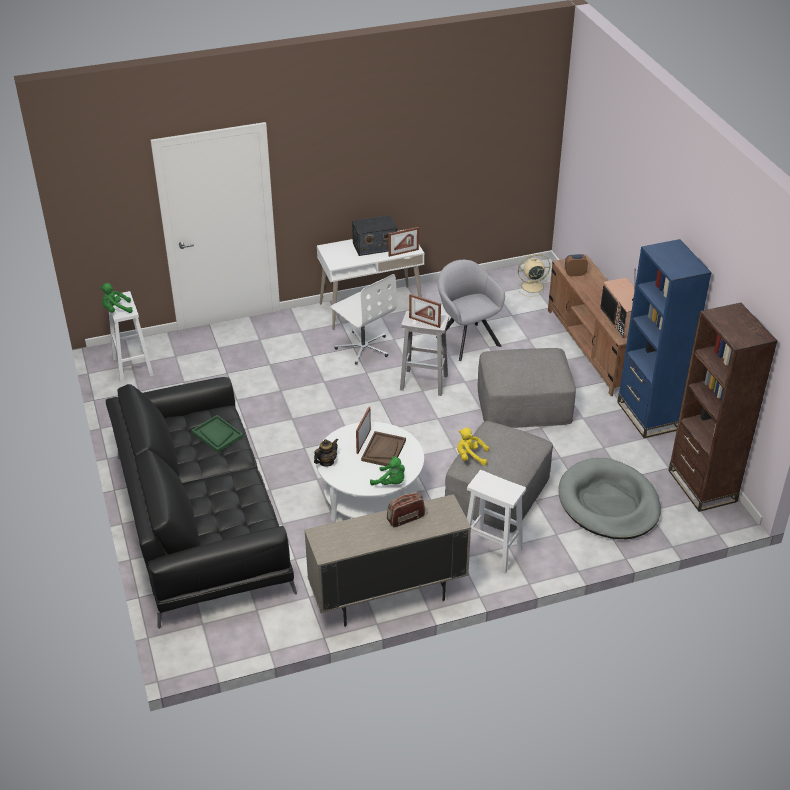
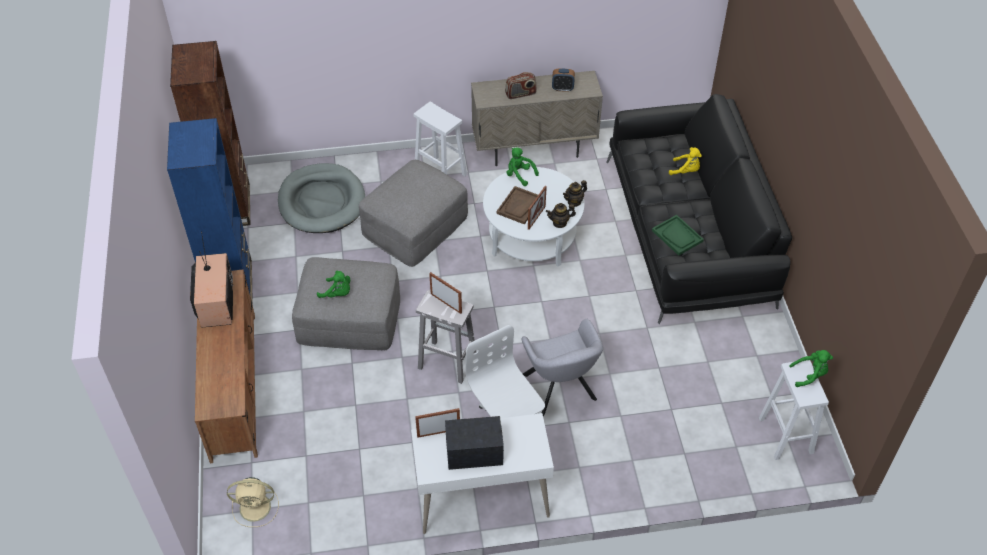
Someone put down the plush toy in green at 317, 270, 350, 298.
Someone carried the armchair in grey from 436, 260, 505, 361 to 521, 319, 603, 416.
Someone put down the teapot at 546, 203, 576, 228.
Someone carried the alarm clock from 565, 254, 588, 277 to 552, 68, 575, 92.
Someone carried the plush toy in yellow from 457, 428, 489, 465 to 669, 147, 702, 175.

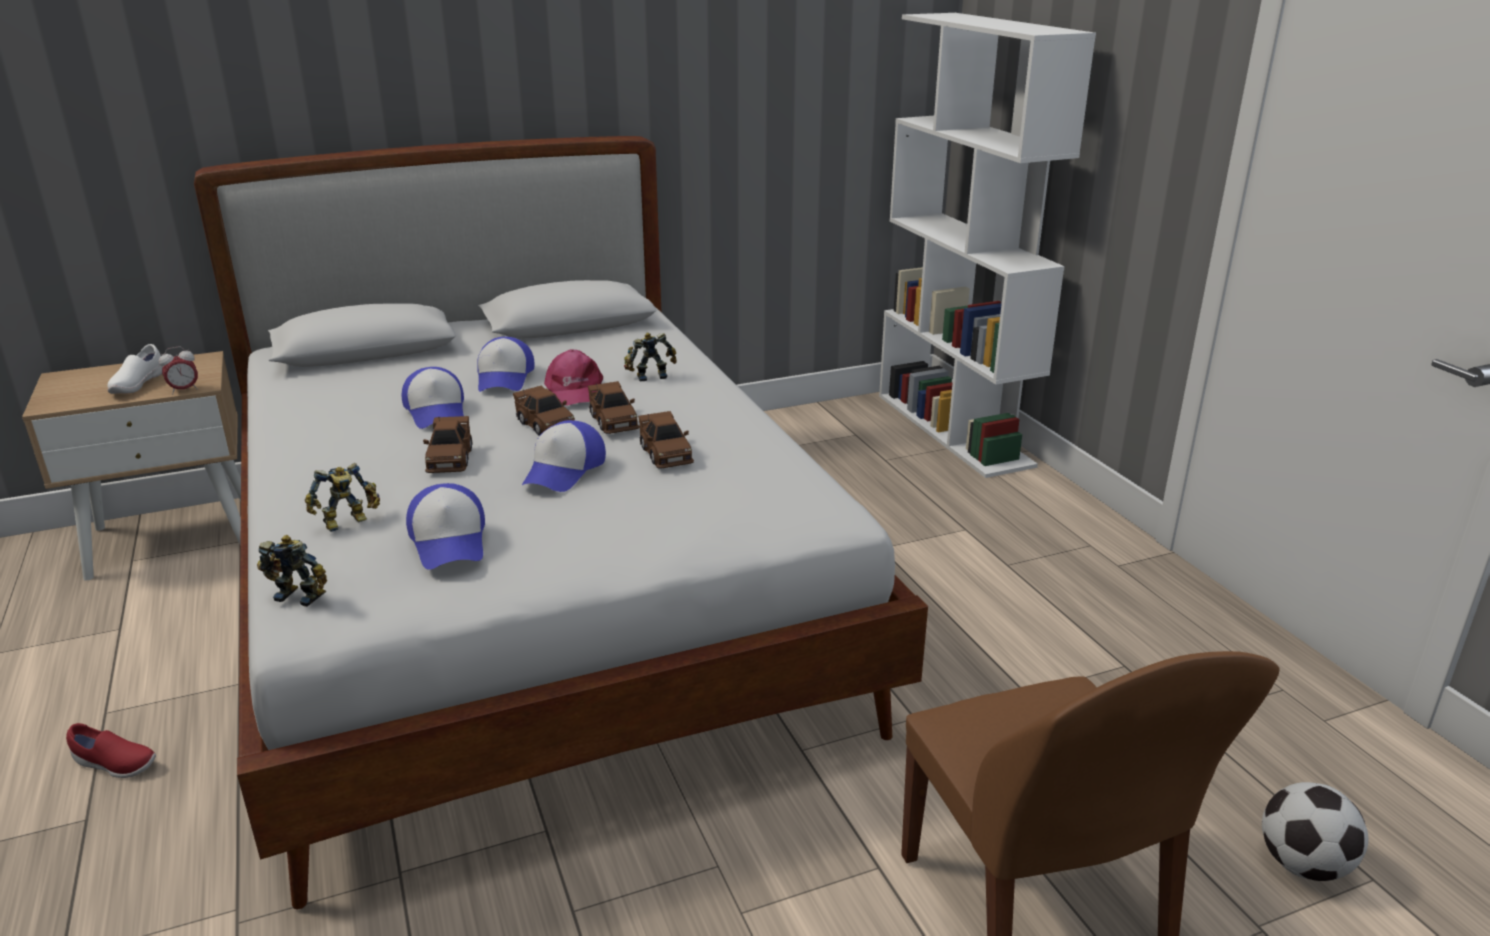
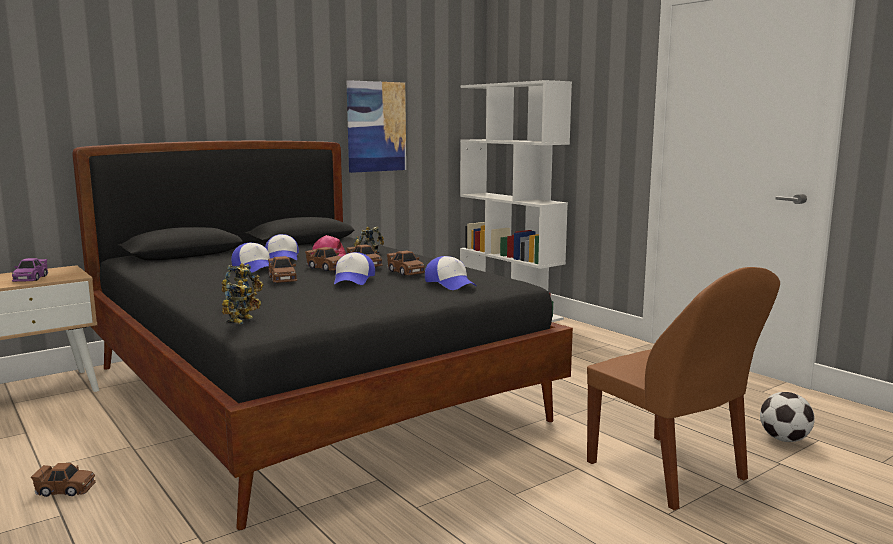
Someone swapped the shoe in white at 107, 344, 163, 394 for the toy car in purple at 12, 258, 48, 282.
Someone swapped the shoe in red at 66, 723, 156, 778 for the toy car in brown at 31, 463, 96, 497.
Someone repainted the bed in white at 194, 136, 928, 910, which became the bed in black at 72, 141, 573, 530.
Someone rotated the toy robot at 257, 535, 327, 607 by 105 degrees clockwise.
Someone put up the picture at 347, 80, 406, 173.
Someone carried the cap from 406, 483, 485, 570 to 425, 256, 477, 290.
Someone took away the alarm clock at 159, 347, 198, 394.

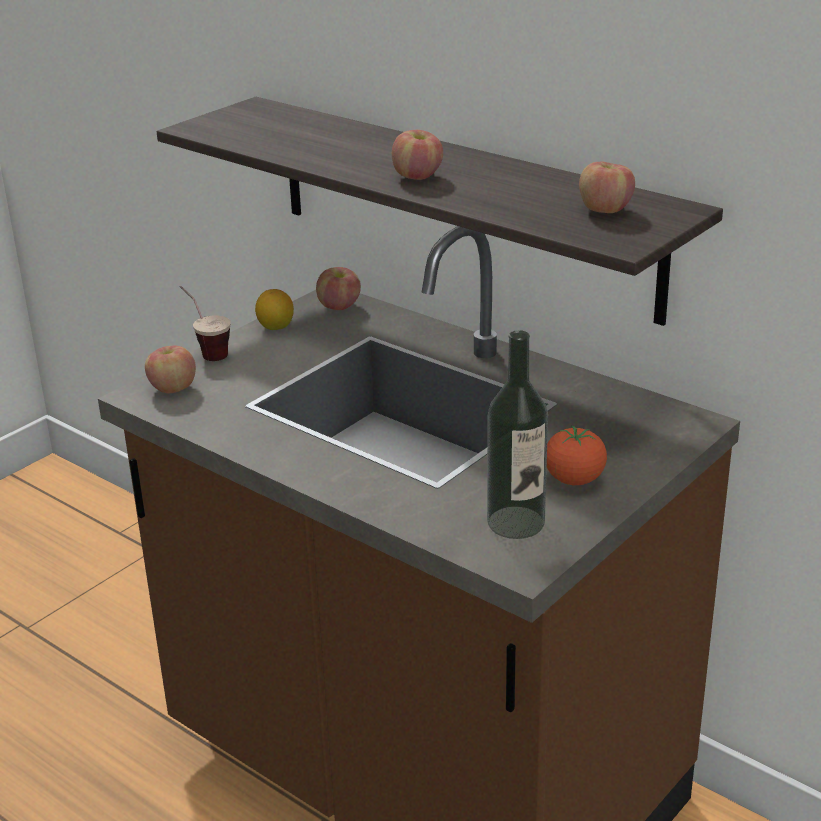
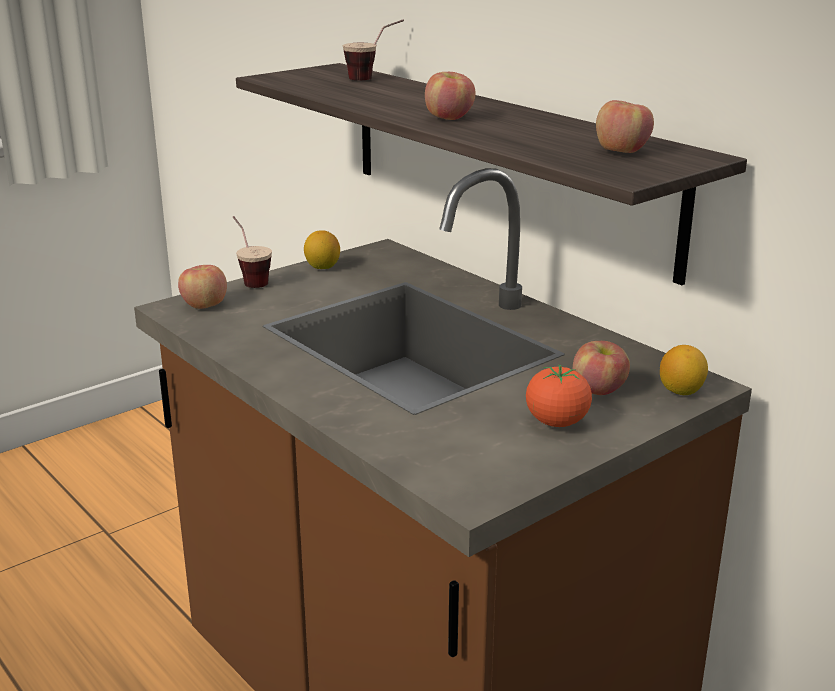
Someone put down the cup at 343, 19, 404, 80.
Someone carried the apple from 316, 267, 361, 310 to 573, 341, 630, 395.
Someone put down the lemon at 660, 345, 708, 395.
Someone took away the bottle at 487, 330, 548, 539.

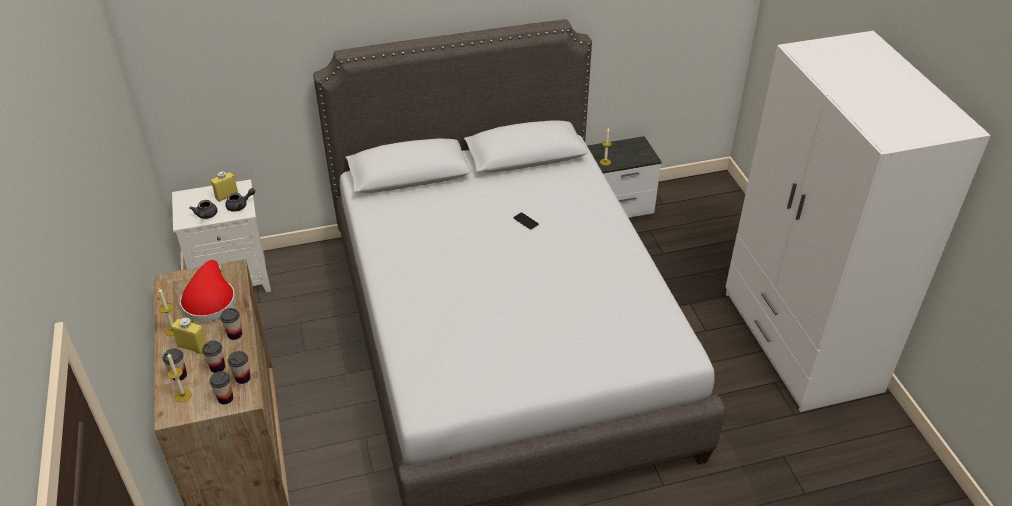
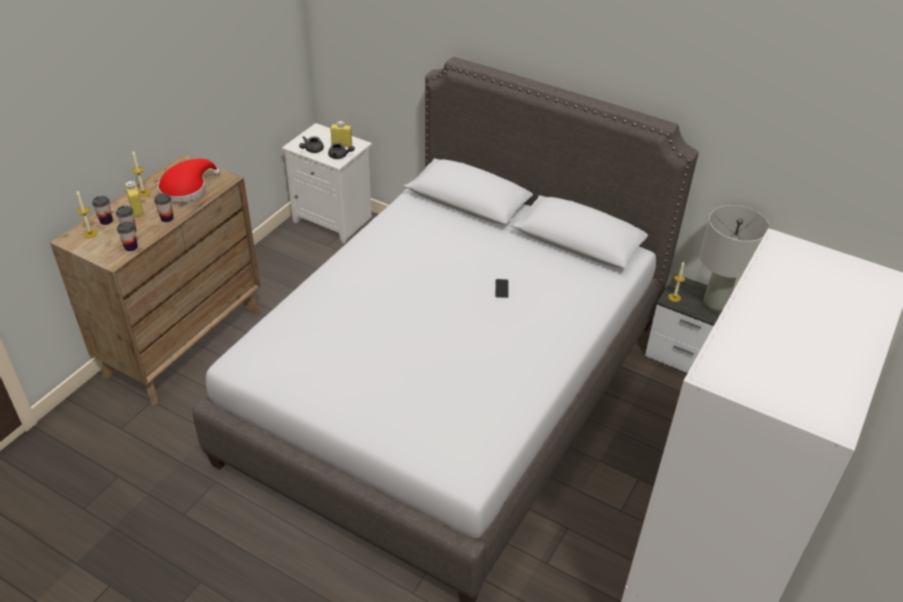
Someone put down the table lamp in grey at 700, 205, 770, 312.
Someone took away the cup at 209, 371, 233, 404.

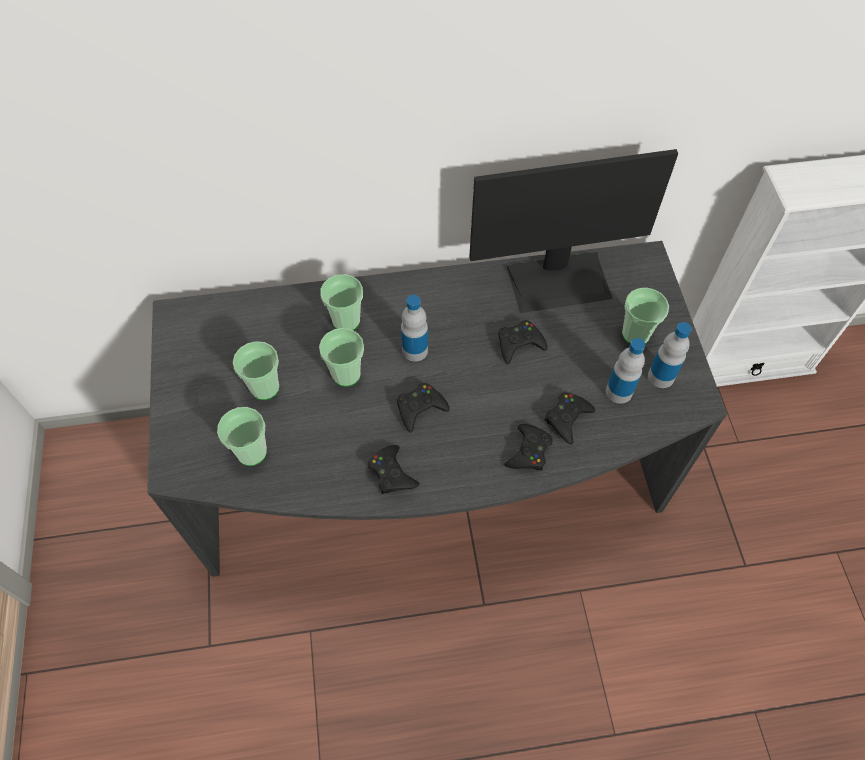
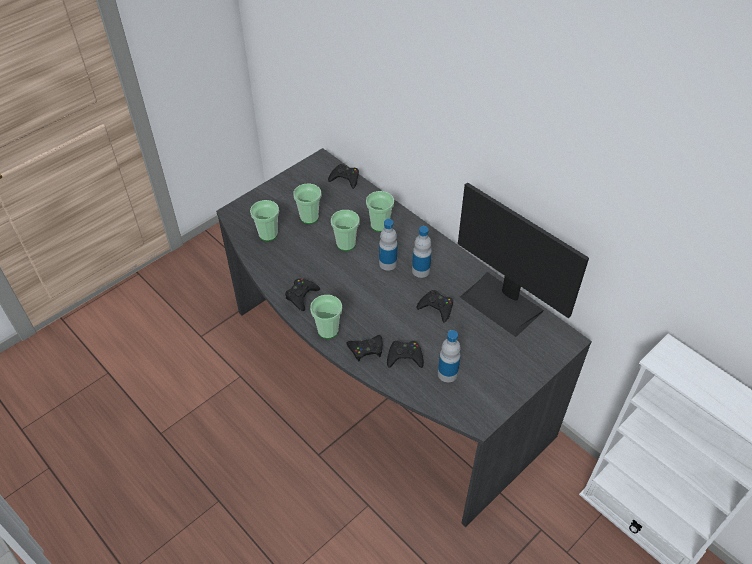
Someone carried the cup from 622, 288, 669, 344 to 310, 295, 342, 339.
Someone carried the game controller in black from 397, 383, 449, 433 to 328, 164, 359, 189.
Someone carried the bottle from 648, 322, 691, 388 to 412, 226, 432, 278.

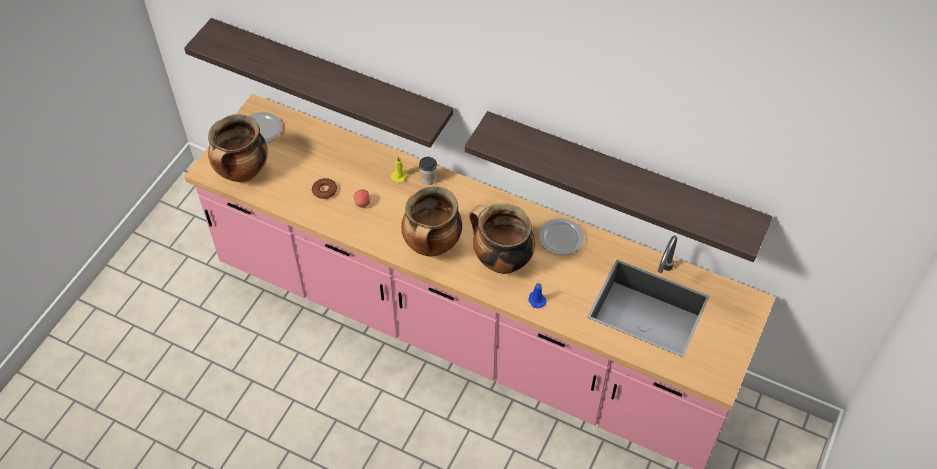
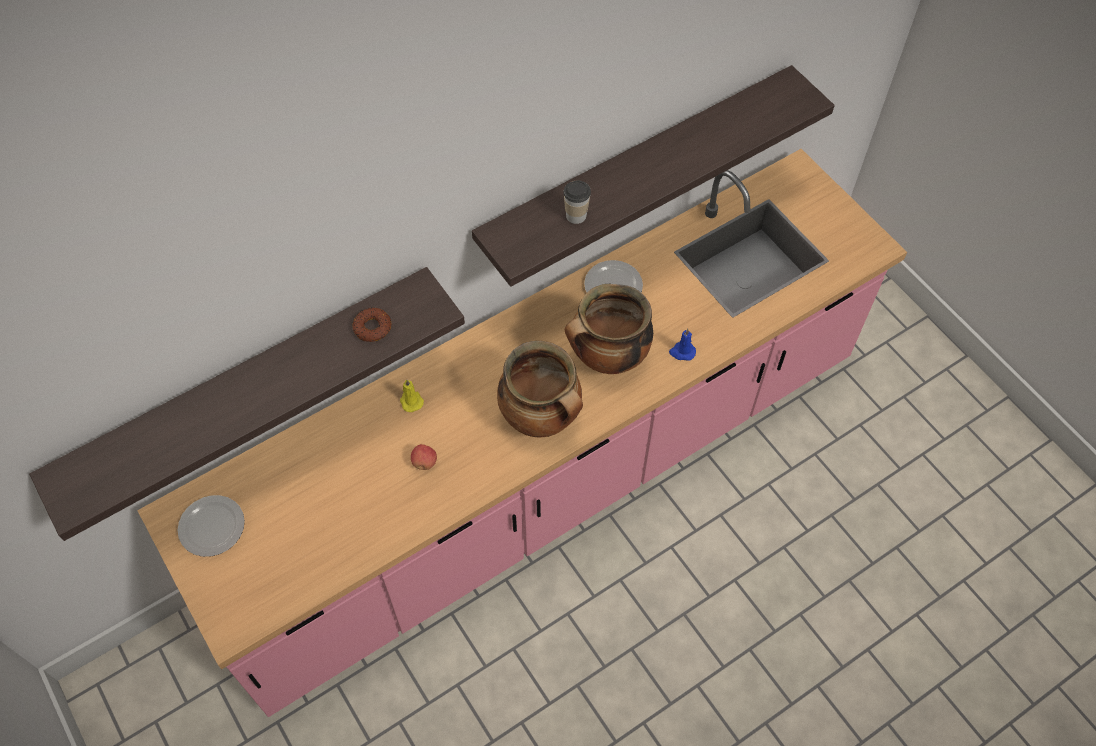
Someone carried the donut from 312, 178, 337, 199 to 353, 307, 392, 342.
Someone carried the cup from 419, 157, 437, 185 to 563, 180, 591, 224.
Someone took away the cooking pot at 208, 114, 268, 182.

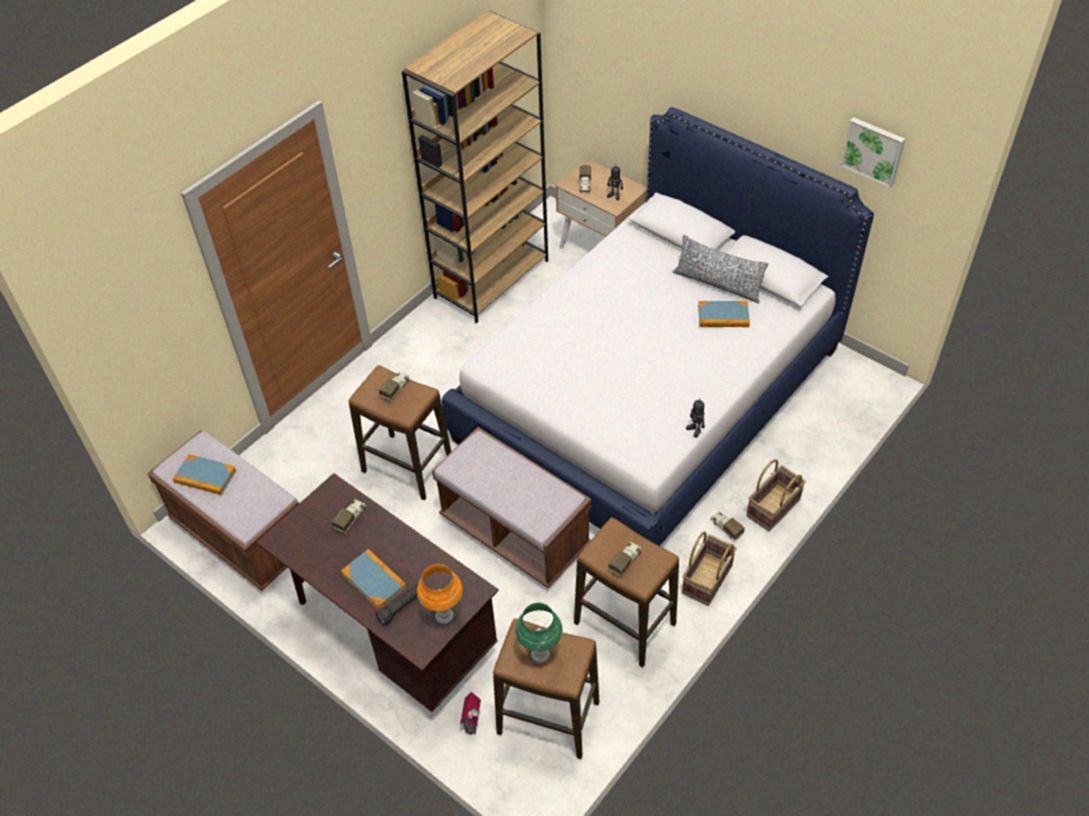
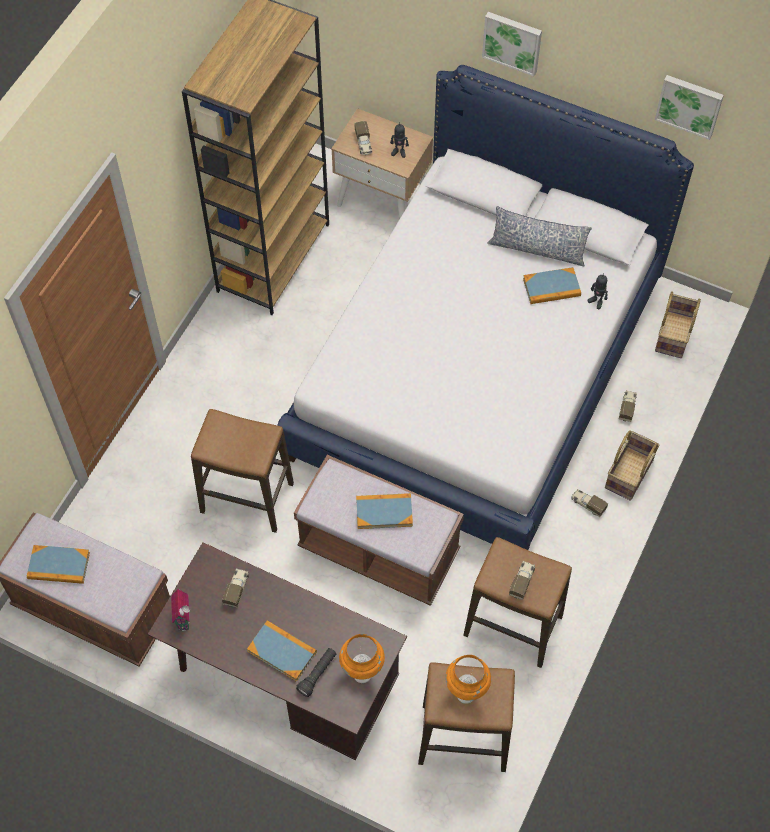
Someone carried the toy house from 460, 692, 481, 735 to 171, 589, 190, 631.
Someone put down the book at 356, 493, 413, 529.
Someone repainted the table lamp in green at 515, 603, 562, 663, which became the table lamp in orange at 445, 655, 491, 704.
Someone put up the picture at 482, 12, 542, 76.
Someone carried the toy robot from 686, 398, 705, 438 to 587, 273, 608, 309.
Someone carried the toy truck from 379, 372, 409, 401 to 619, 390, 637, 422.
Someone carried the basket from 682, 531, 737, 606 to 655, 291, 701, 358.

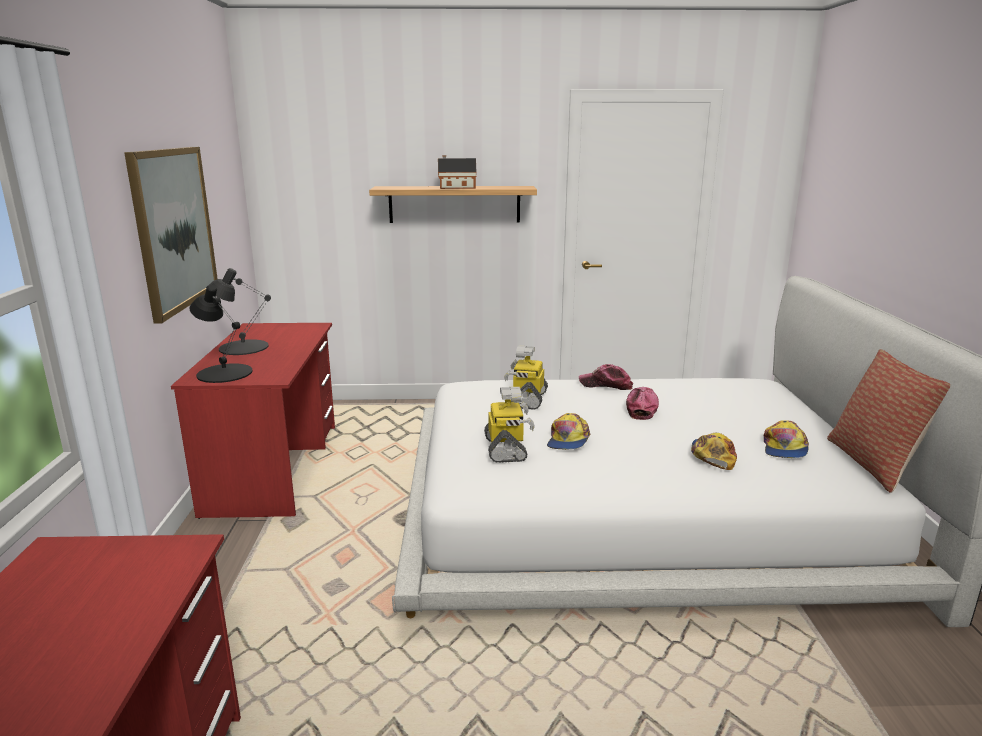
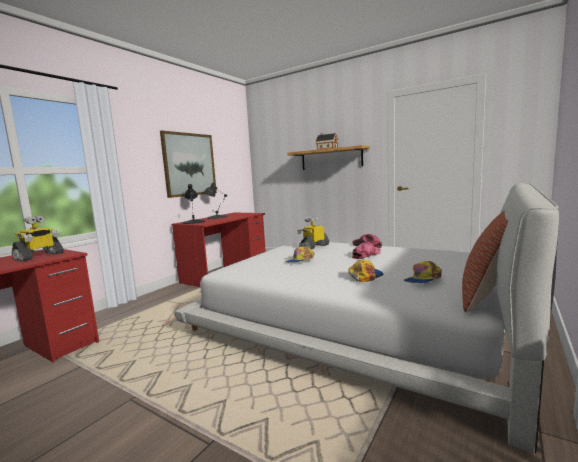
Someone carried the toy robot from 484, 387, 535, 463 to 12, 216, 64, 261.

